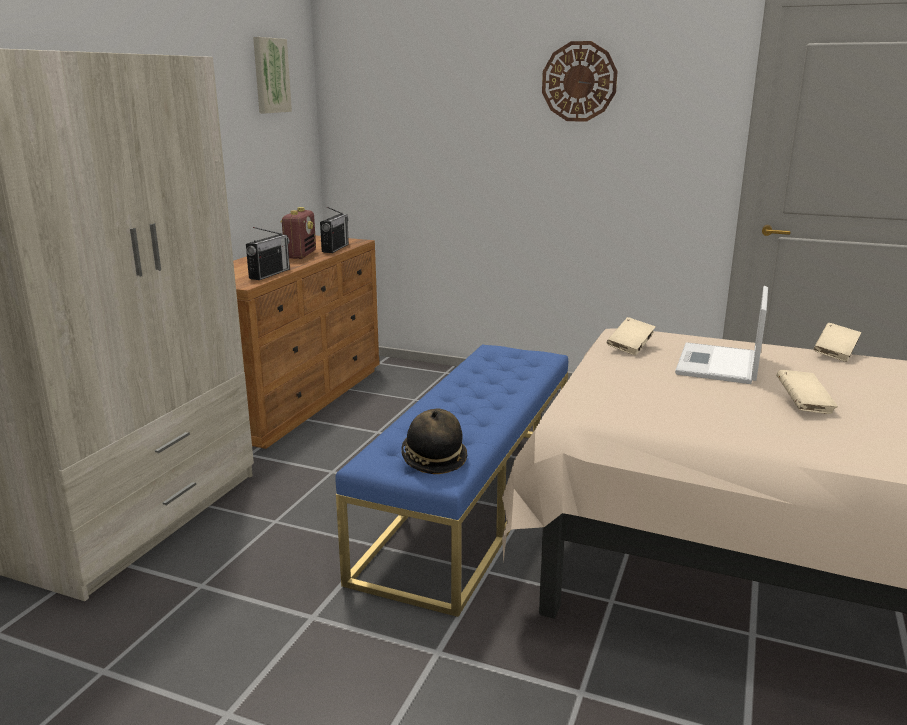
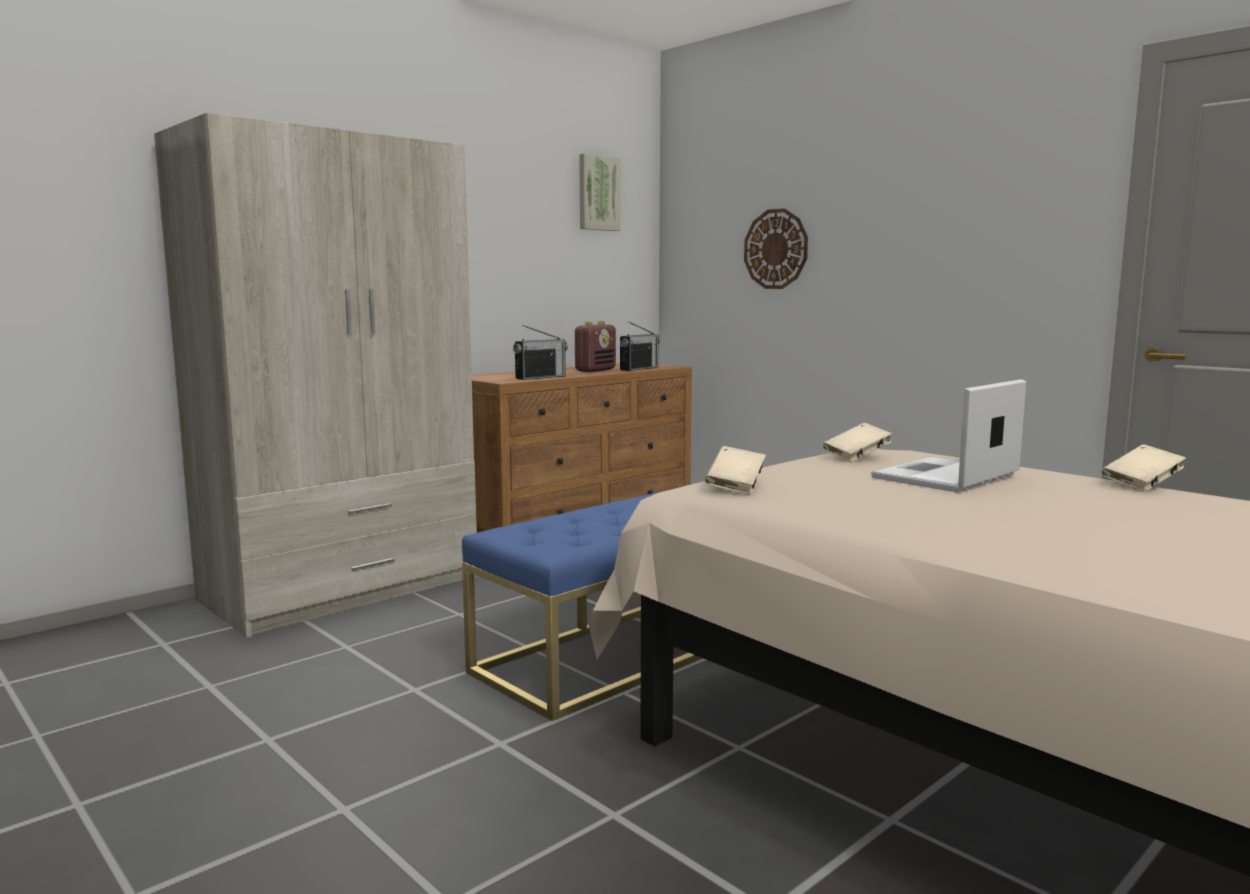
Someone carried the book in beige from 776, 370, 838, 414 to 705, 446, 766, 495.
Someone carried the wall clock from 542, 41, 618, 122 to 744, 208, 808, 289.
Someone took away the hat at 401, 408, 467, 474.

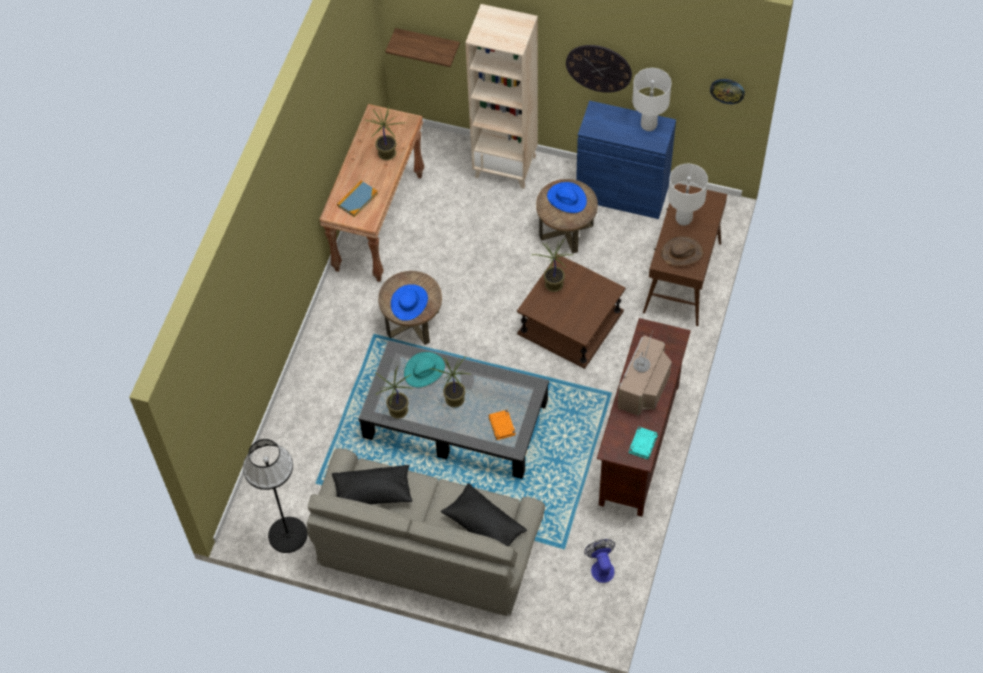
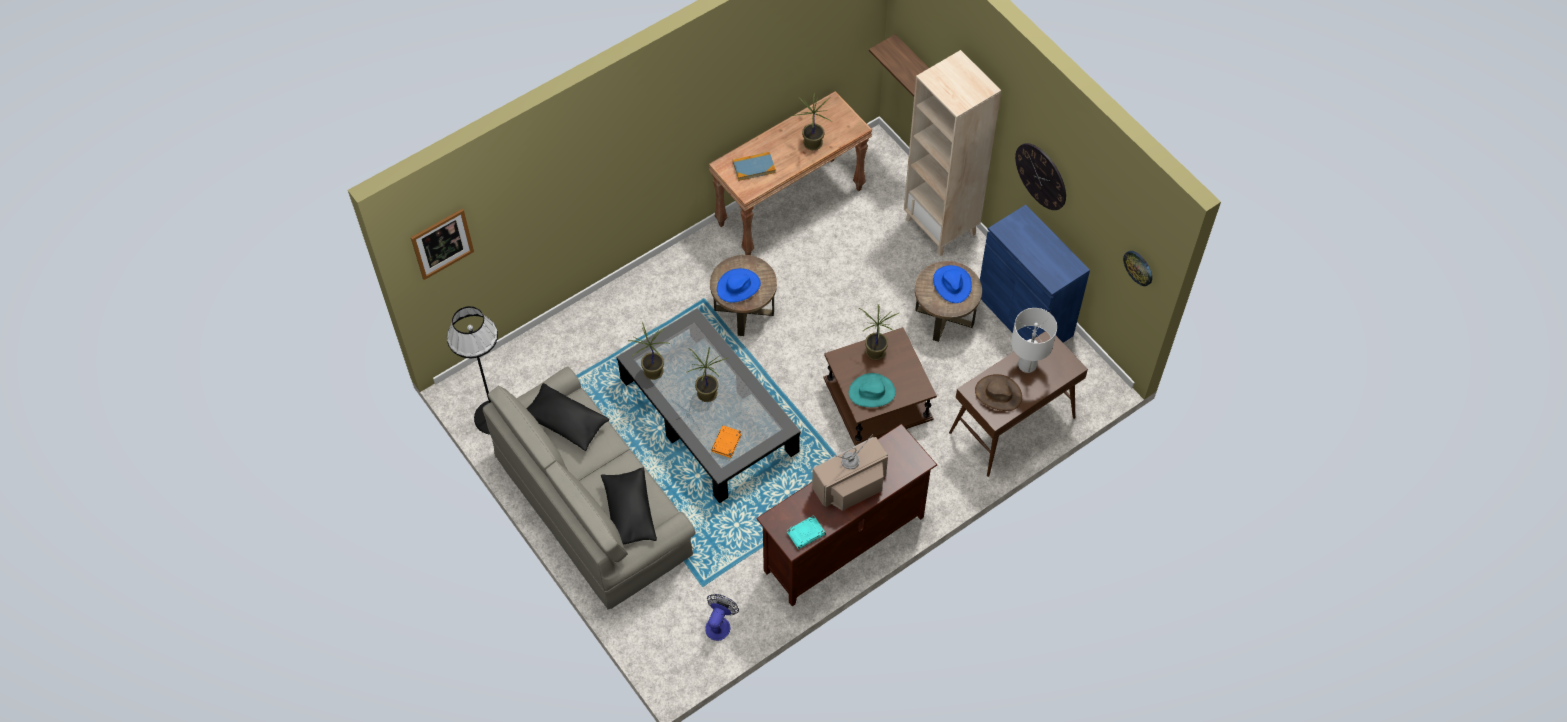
Someone put up the picture at 411, 209, 474, 280.
Someone carried the hat in turquoise from 404, 352, 445, 387 to 849, 373, 896, 407.
Someone took away the table lamp in white at 632, 68, 671, 131.

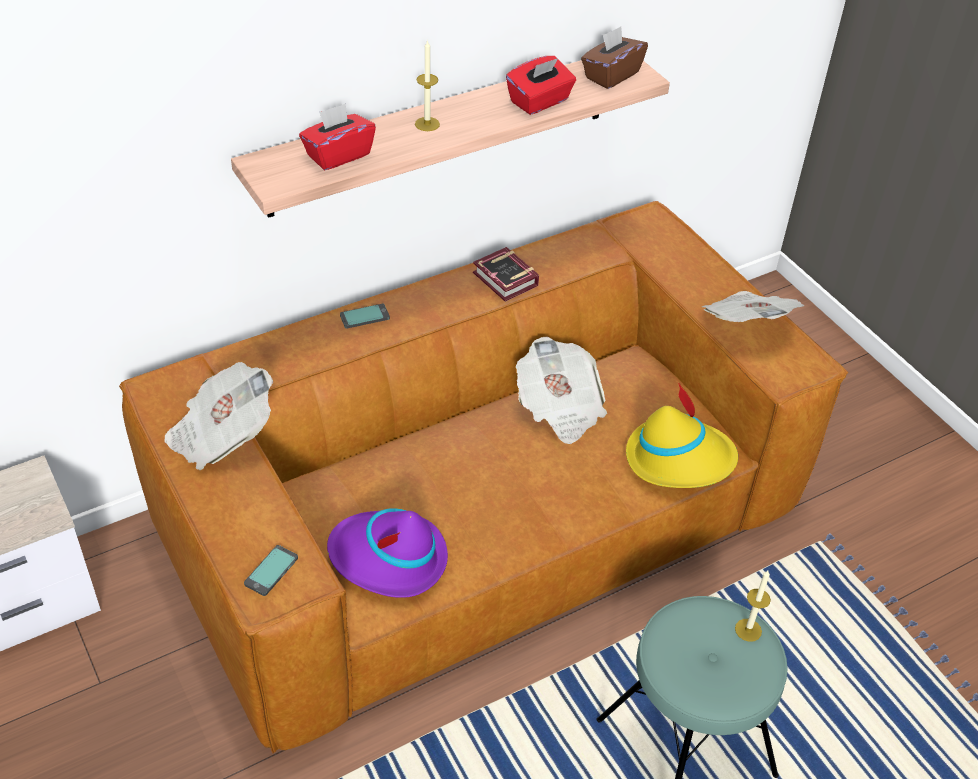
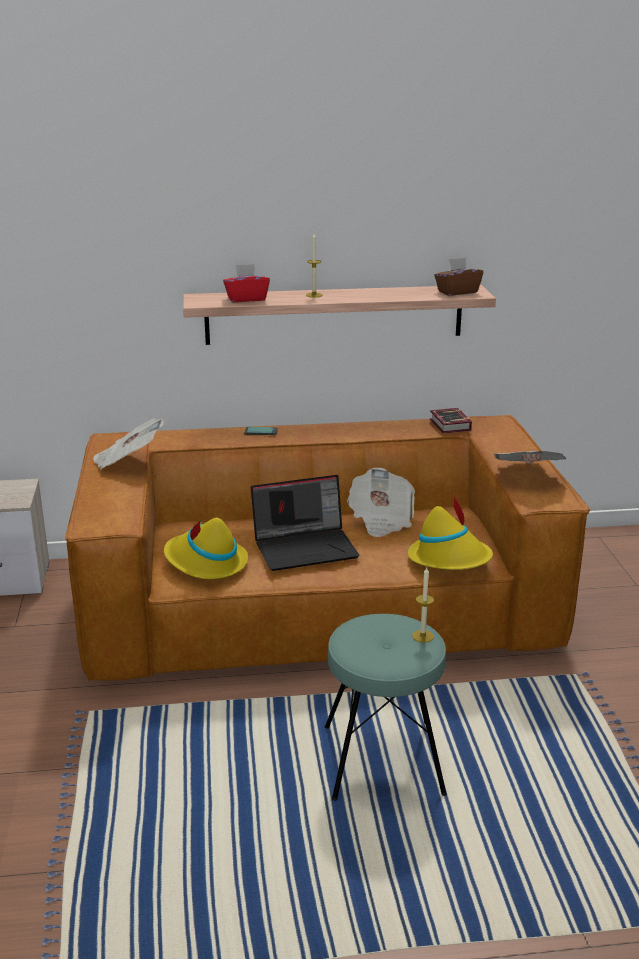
Someone repainted the hat in purple at 327, 508, 448, 598, which became the hat in yellow at 164, 518, 248, 579.
Someone put down the laptop at 251, 475, 359, 571.
Someone carried the book from 473, 247, 539, 302 to 430, 408, 472, 434.
Someone took away the phone at 244, 545, 298, 596.
Someone took away the tissue box in red at 506, 56, 576, 115.

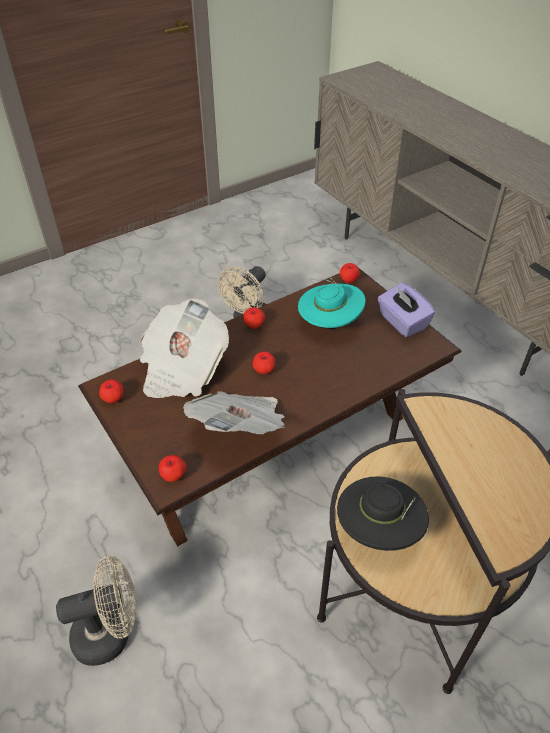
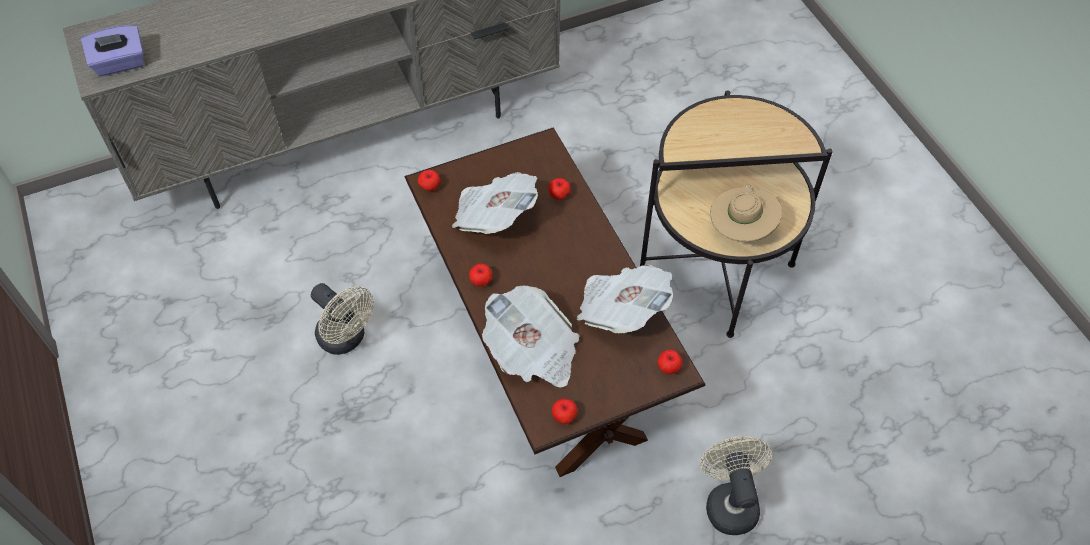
Someone carried the tissue box in purple from 378, 282, 435, 337 to 81, 25, 144, 76.
Someone swapped the hat in turquoise at 298, 277, 365, 329 for the newspaper at 452, 172, 538, 234.
Someone carried the apple from 253, 351, 276, 374 to 548, 178, 571, 200.
Someone repainted the hat in black at 337, 476, 429, 551, which became the hat in beige at 710, 184, 782, 242.

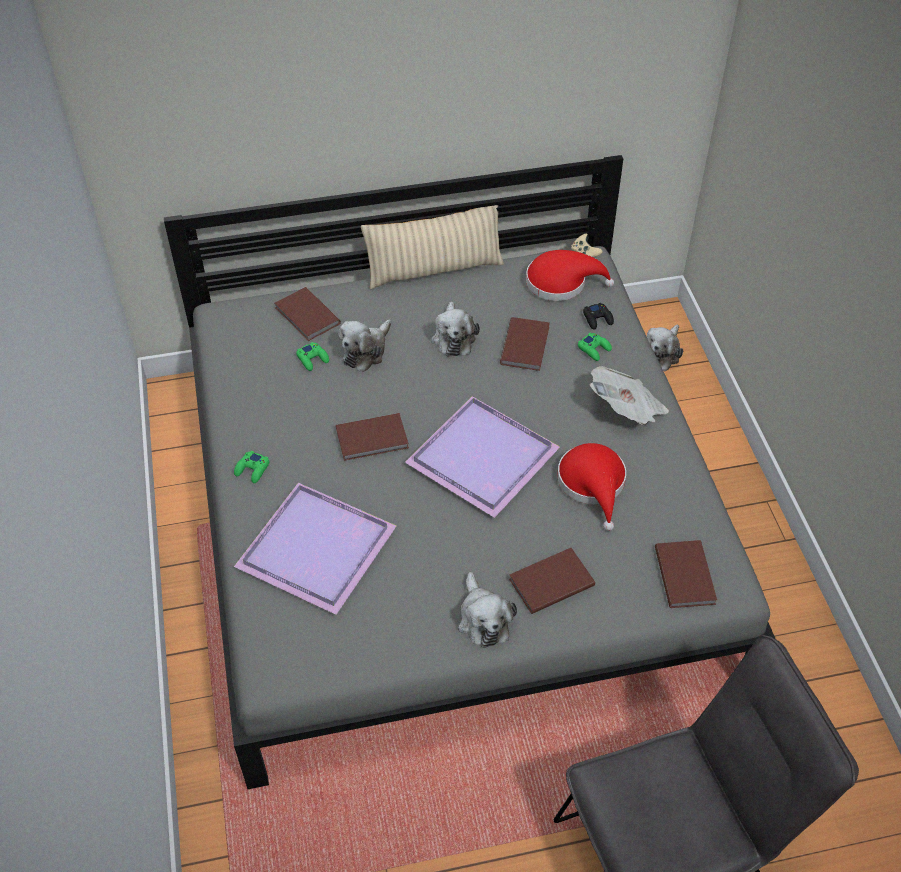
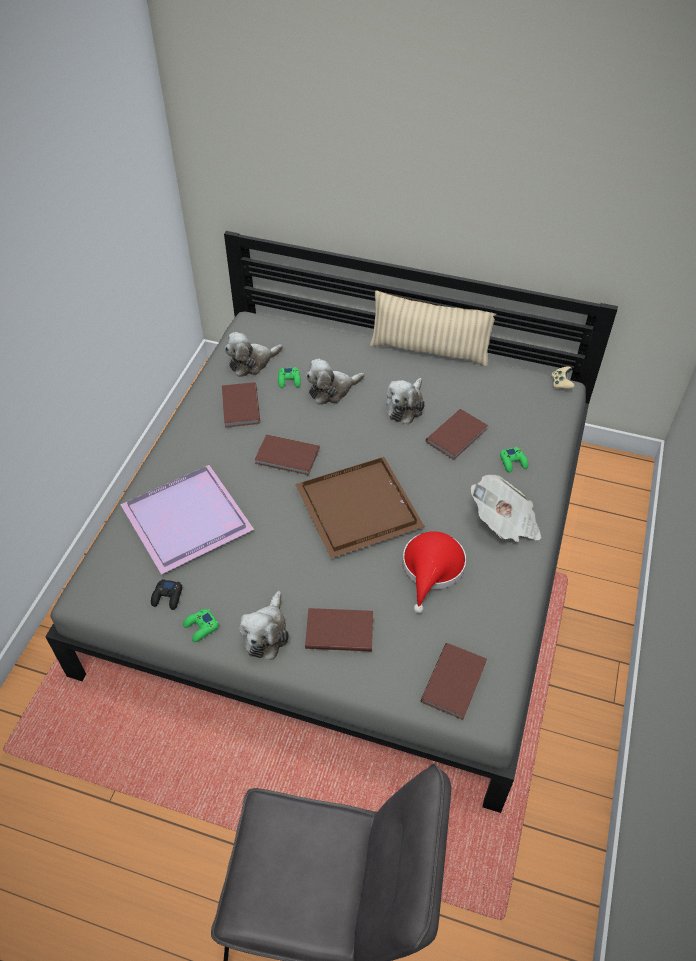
Someone carried the game controller in black from 583, 303, 614, 330 to 151, 579, 182, 610.
Someone carried the game controller in green from 234, 451, 269, 483 to 183, 609, 219, 642.
Someone carried the book in brown from 275, 287, 341, 341 to 222, 382, 260, 427.
Someone carried the plush toy from 647, 325, 683, 371 to 225, 332, 283, 377.
Someone repainted the tray in purple at 405, 396, 560, 518, which became the tray in brown at 295, 457, 425, 558.
Someone took away the hat in red at 526, 250, 614, 301.

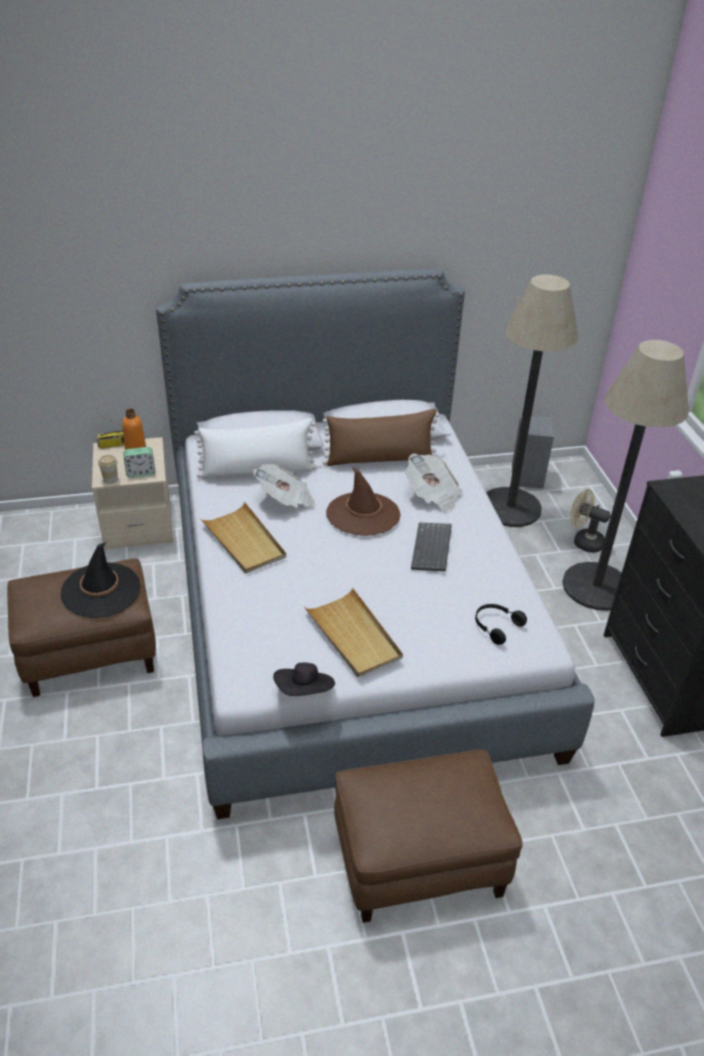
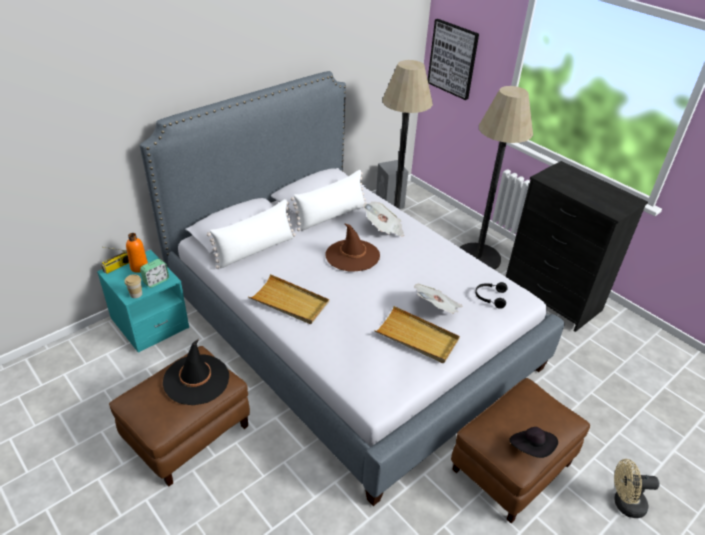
Someone repainted the nightstand in beige at 92, 437, 173, 550, which became the nightstand in turquoise at 97, 250, 189, 353.
Someone repainted the pillow in brown at 322, 409, 439, 466, which became the pillow in white at 291, 170, 367, 231.
Someone carried the newspaper from 253, 464, 317, 508 to 414, 284, 463, 314.
Someone put up the picture at 428, 19, 479, 100.
Someone carried the hat in black from 273, 662, 335, 696 to 510, 427, 558, 458.
Someone carried the fan in beige from 570, 489, 611, 553 to 614, 459, 660, 518.
Someone took away the keyboard at 411, 523, 452, 571.

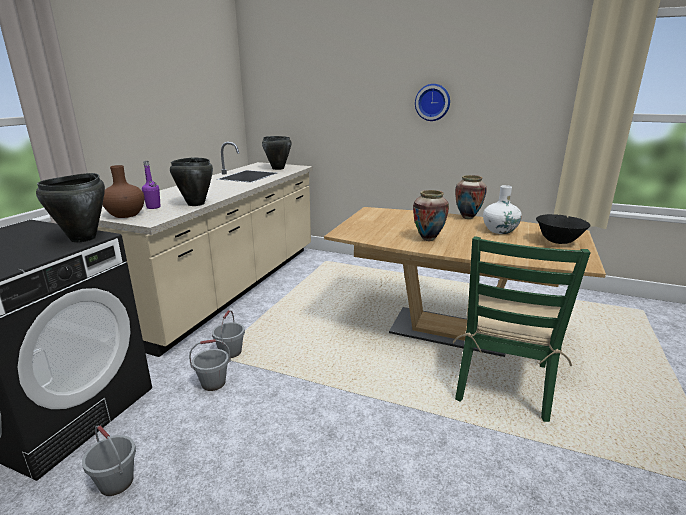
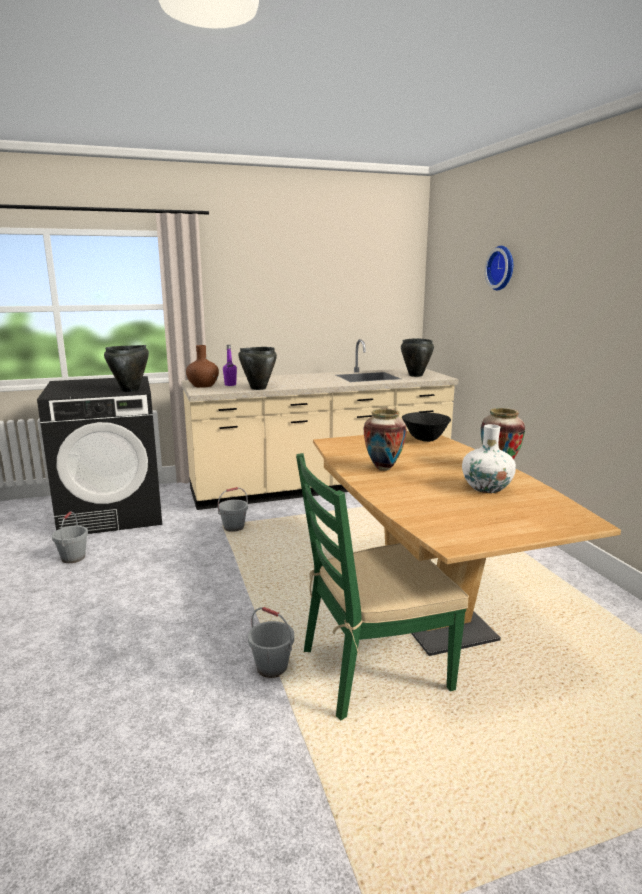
Someone carried the bucket in grey from 189, 339, 231, 391 to 248, 607, 294, 678.
Someone carried the bowl in black from 536, 214, 590, 244 to 402, 412, 451, 442.
Someone carried the wall clock from 415, 84, 450, 121 to 485, 246, 513, 290.

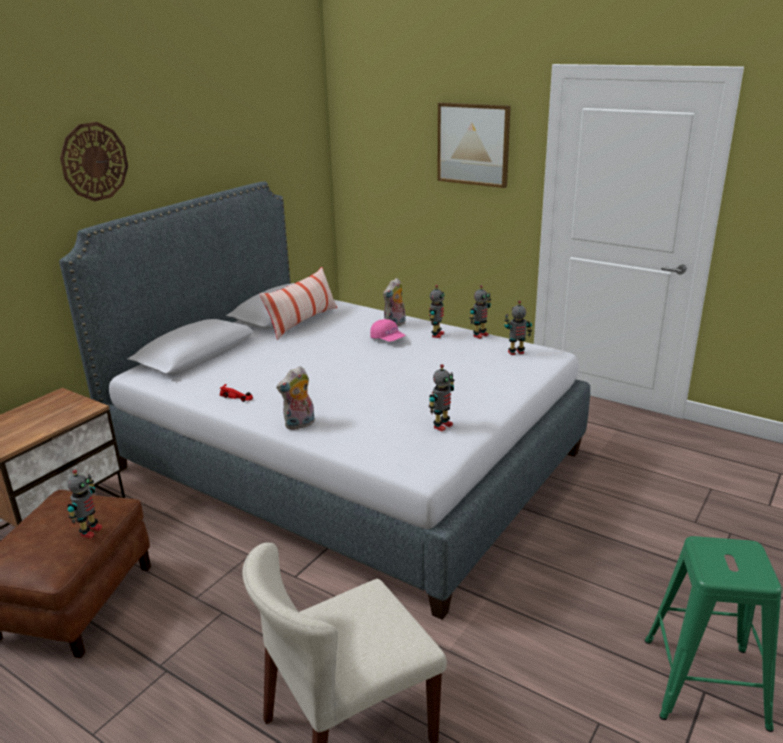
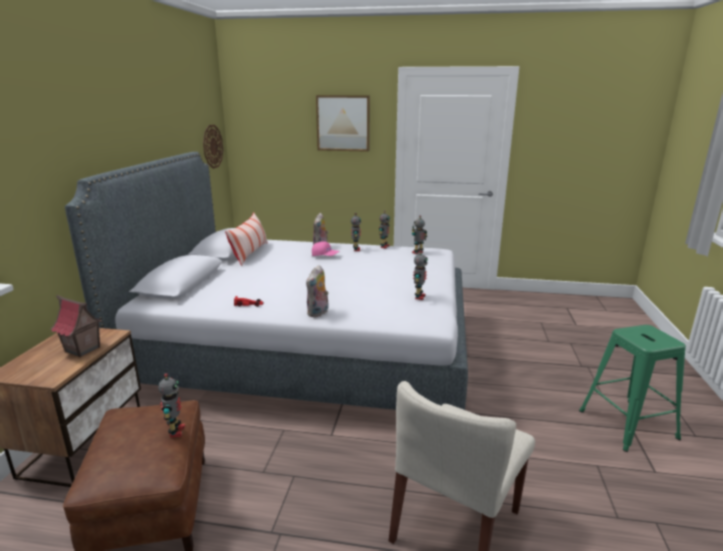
Someone put down the toy house at 51, 295, 103, 357.
Someone carried the wall clock from 60, 122, 128, 201 to 203, 125, 223, 169.

